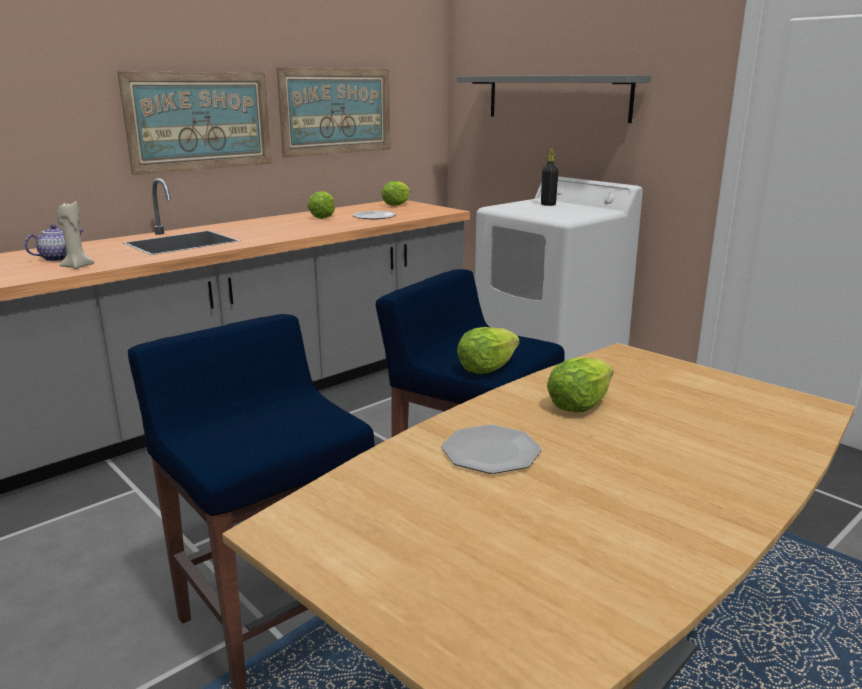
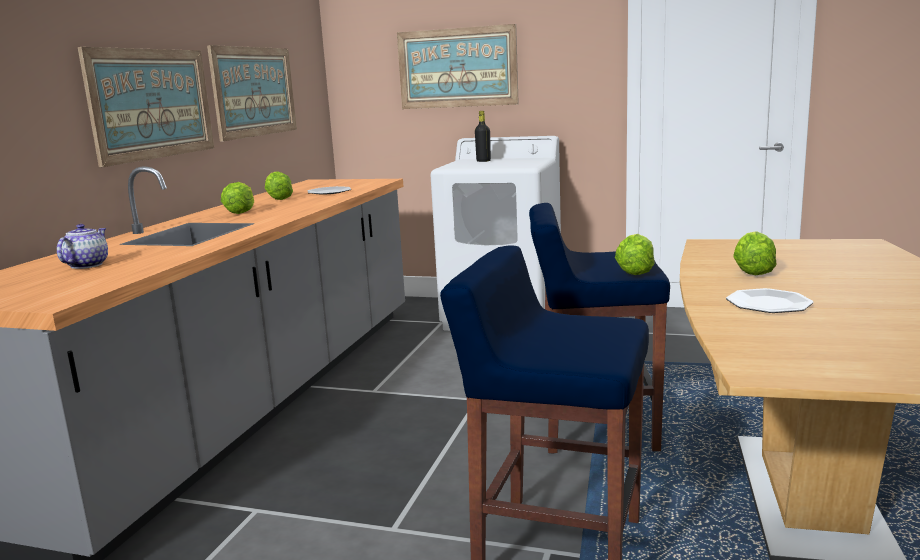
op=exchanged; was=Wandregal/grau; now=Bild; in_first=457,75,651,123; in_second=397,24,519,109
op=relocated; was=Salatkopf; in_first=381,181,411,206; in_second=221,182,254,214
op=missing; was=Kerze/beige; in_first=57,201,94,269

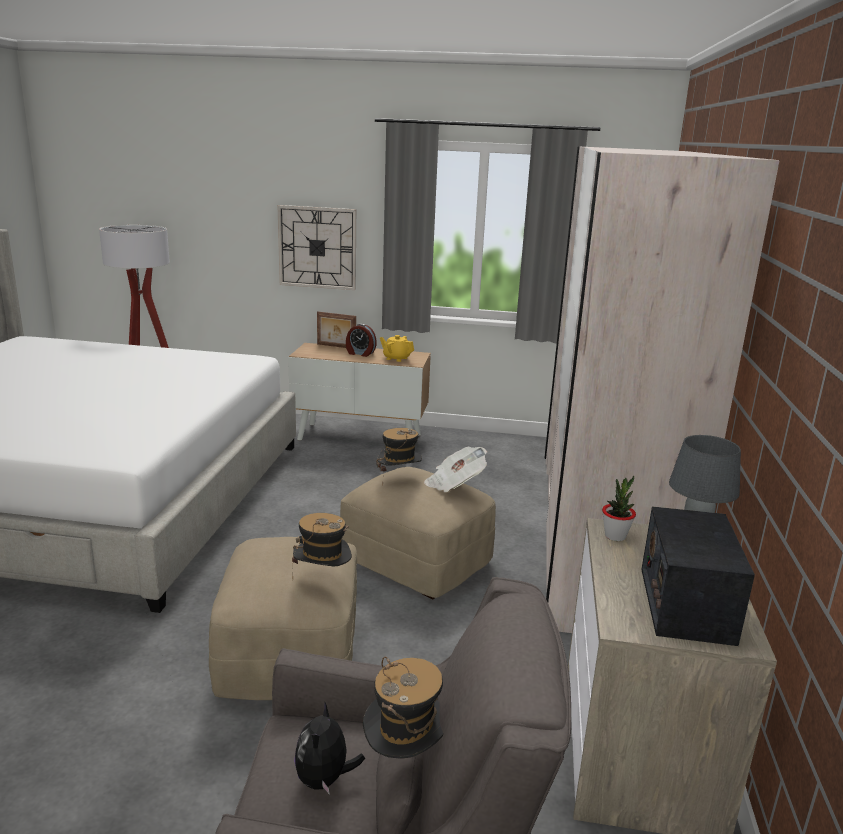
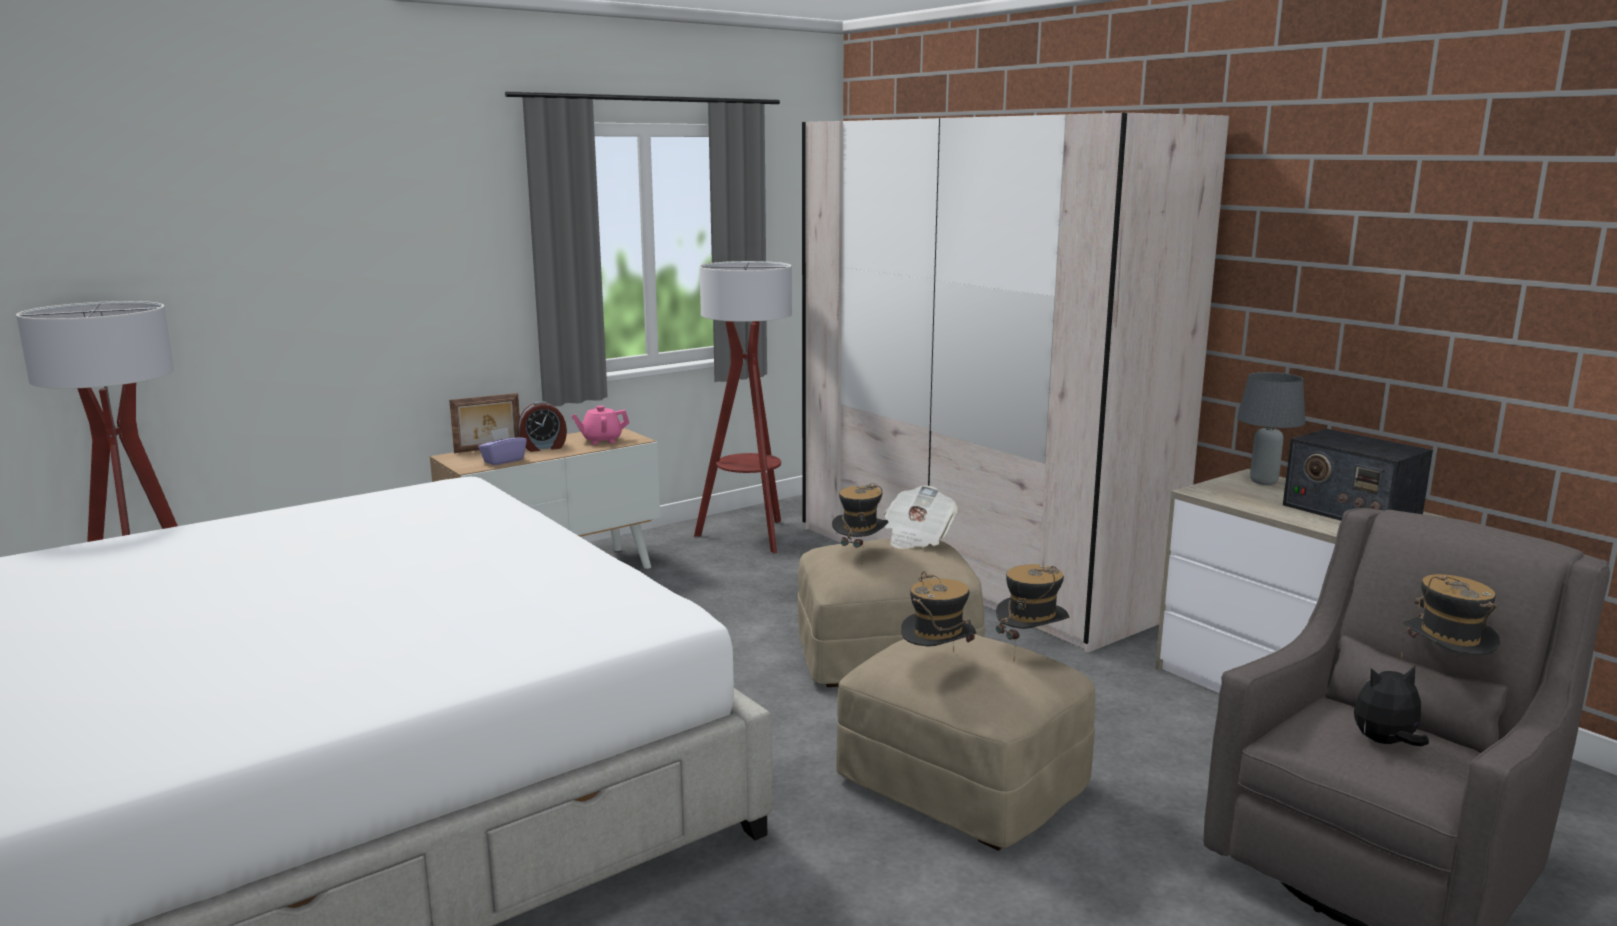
op=missing; was=Wanduhr; in_first=277,205,356,290
op=colour; was=Teekanne/gelb; now=Teekanne/rosa; in_first=380,335,414,362; in_second=571,405,629,445
op=missing; was=Topfpflanze; in_first=602,476,636,541
op=spun; was=Plüschtier; in_first=294,703,365,795; in_second=1354,666,1429,746; clockwise=120
op=appeared; now=Stehlampe; in_second=694,261,792,553
op=appeared; now=Taschentuchbox/lila; in_second=478,427,527,465
op=appeared; now=Hut; in_second=901,571,976,652

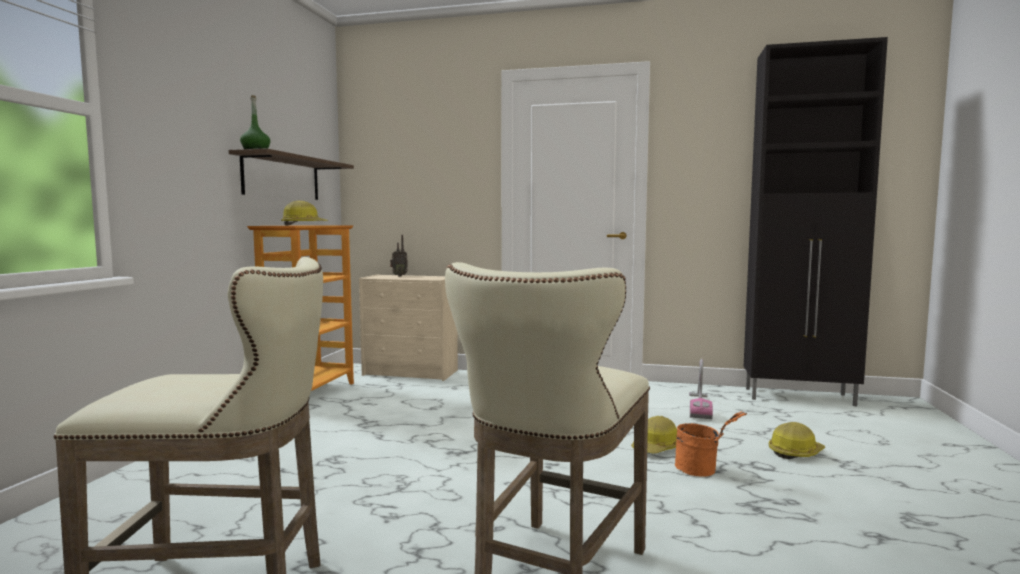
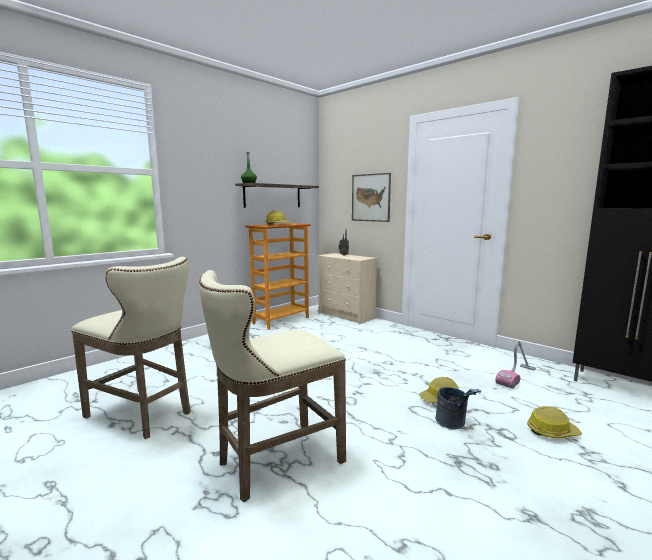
op=colour; was=Eimer/orange; now=Eimer/grau; in_first=675,411,747,477; in_second=435,387,481,429
op=appeared; now=Bild; in_second=352,173,391,222

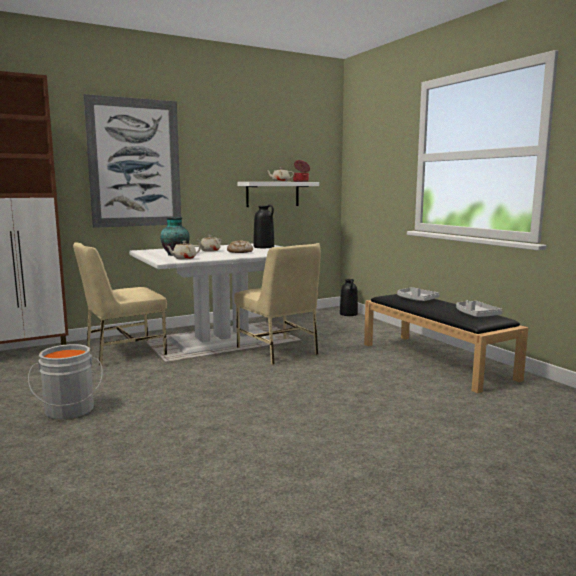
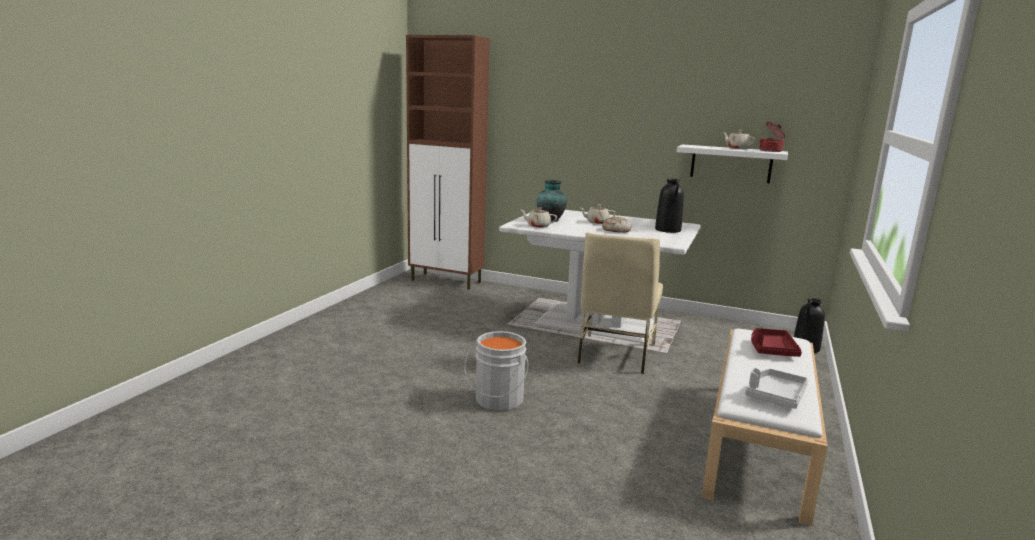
op=missing; was=Bild; in_first=83,94,181,228
op=missing; was=Stuhl/beige; in_first=73,243,167,366
op=colour; was=Tablett/grau; now=Tablett/rot; in_first=397,287,439,301; in_second=751,328,802,357
op=colour; was=Bank/schwarz; now=Bank/weiß; in_first=364,294,528,393; in_second=702,329,828,526
op=relocated; was=Eimer/grau; in_first=28,344,103,419; in_second=465,331,529,411

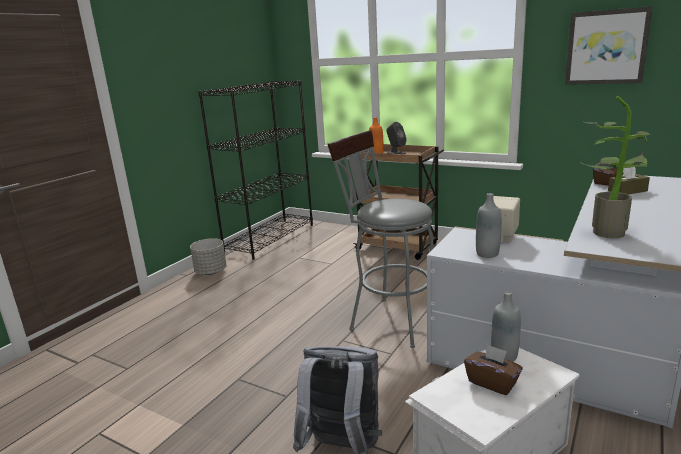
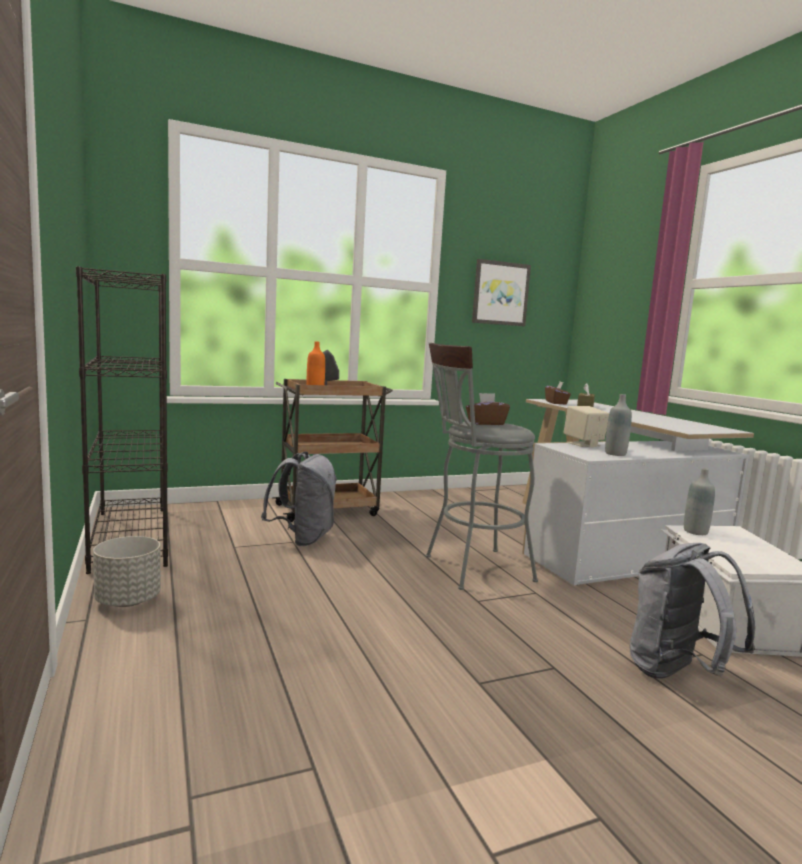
op=missing; was=Topfpflanze; in_first=581,96,654,238
op=relocated; was=Taschentuchbox/braun; in_first=464,344,523,395; in_second=466,393,510,425
op=appeared; now=Rucksack/grau; in_second=261,451,337,546

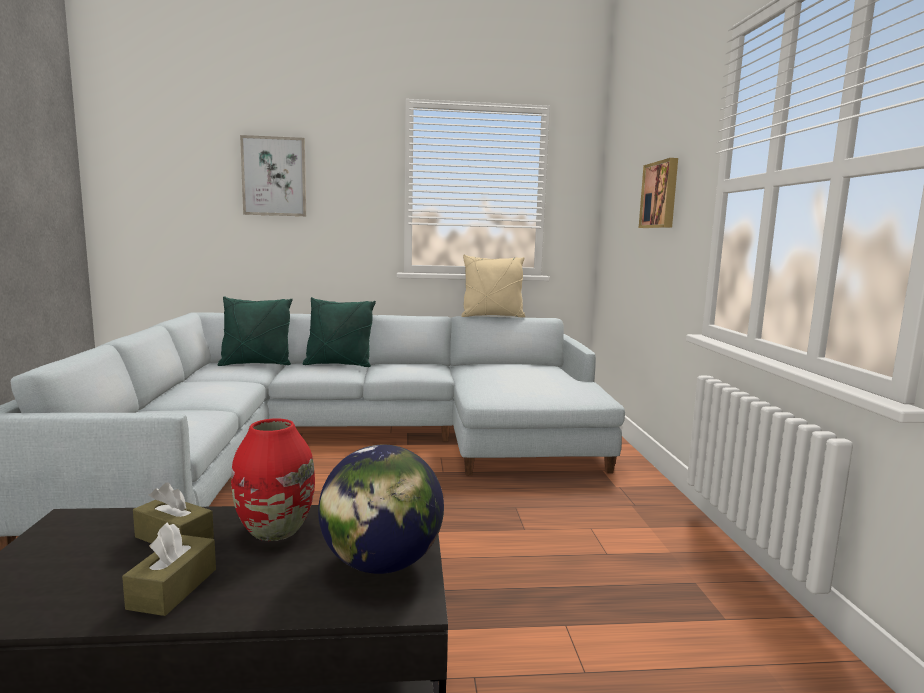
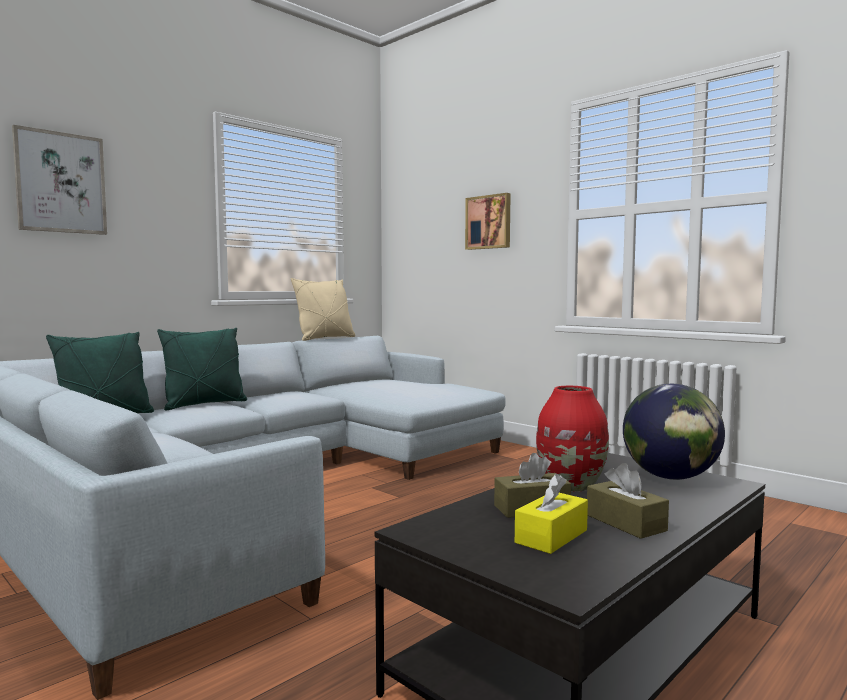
op=appeared; now=Taschentuchbox/gelb; in_second=515,474,588,554

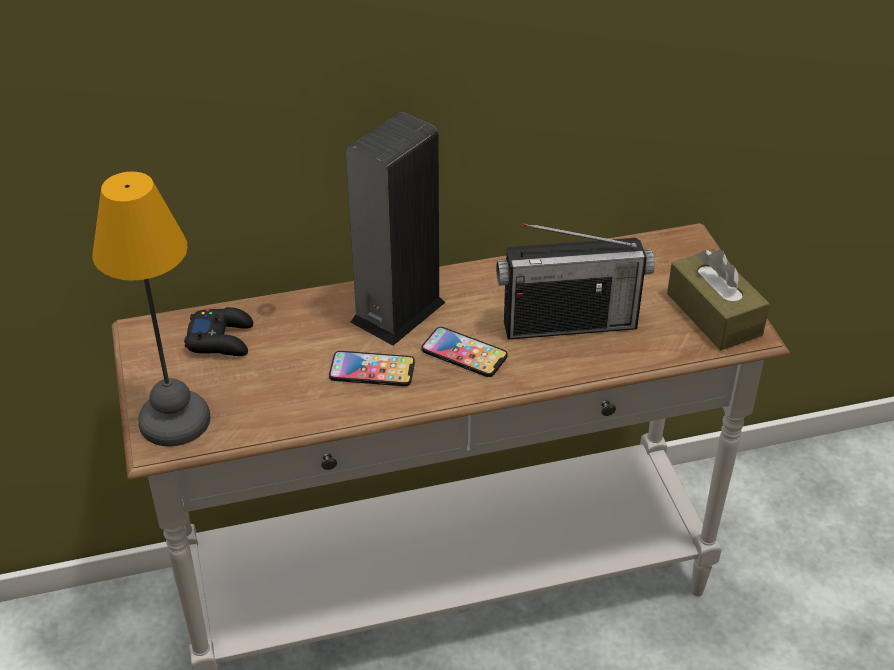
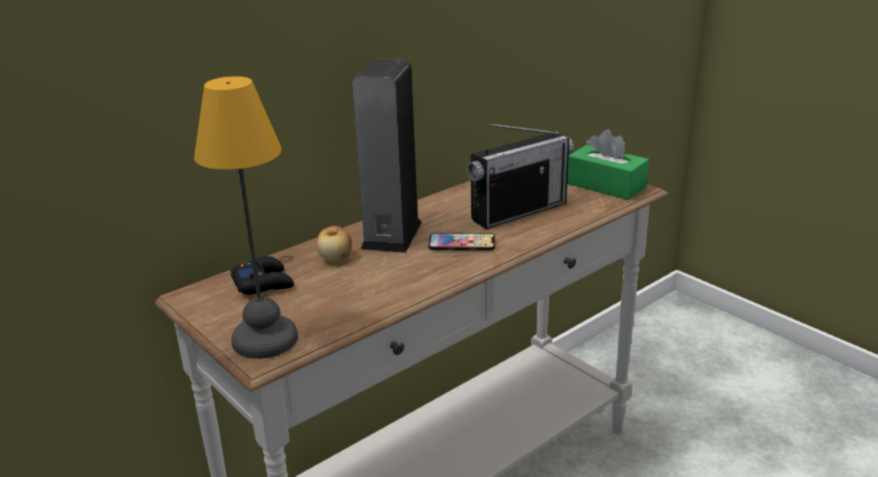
op=colour; was=Taschentuchbox/braun; now=Taschentuchbox/grün; in_first=667,249,770,350; in_second=567,129,649,200
op=missing; was=Handy; in_first=329,351,415,386
op=appeared; now=Apfel; in_second=316,226,352,262

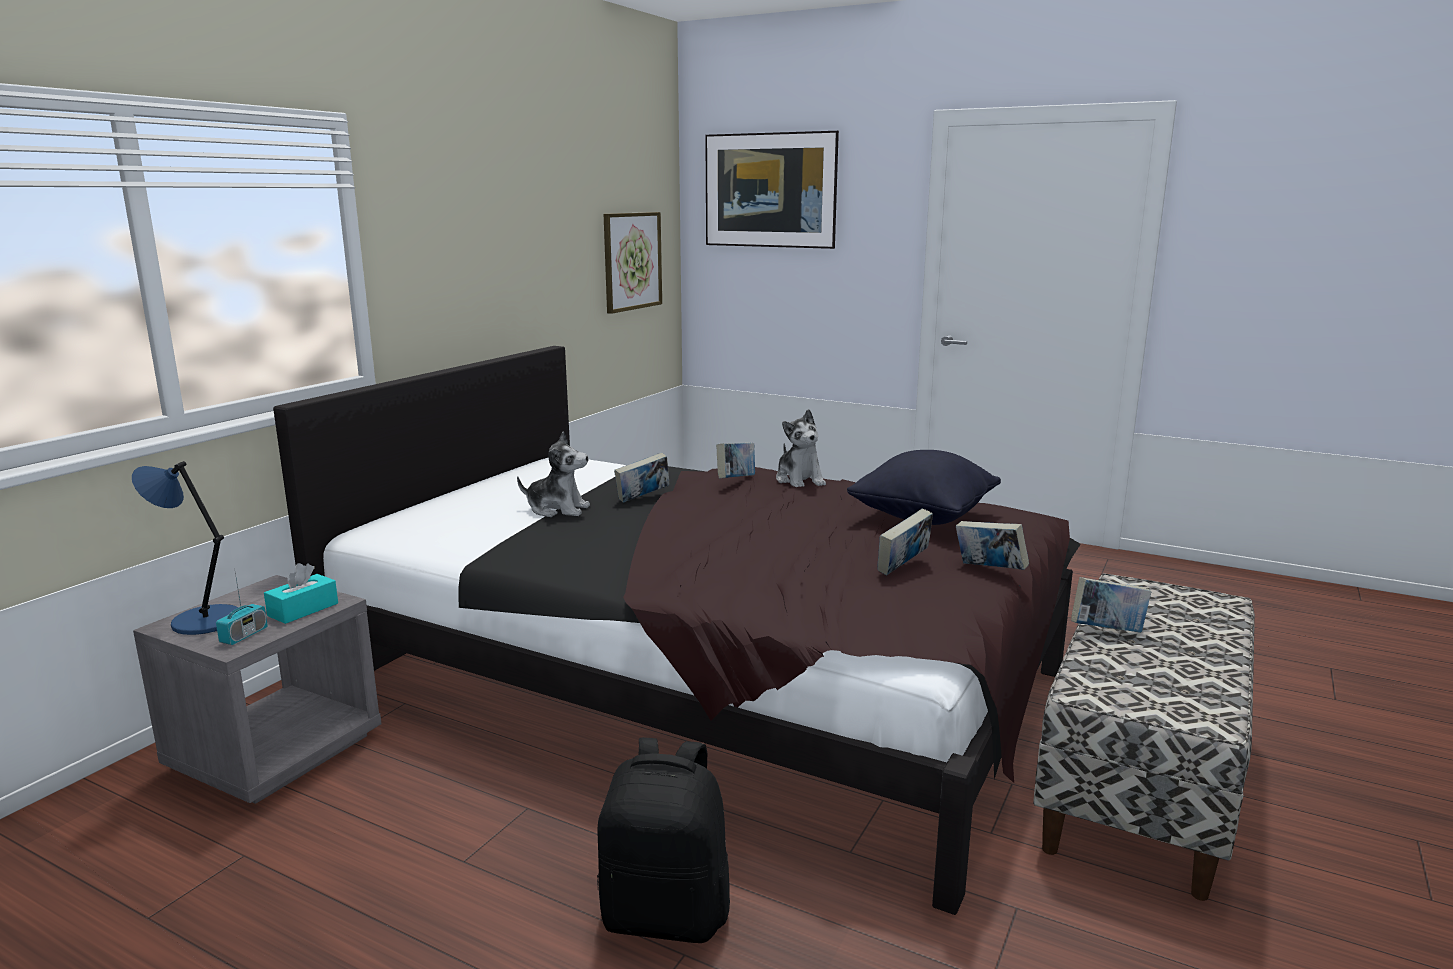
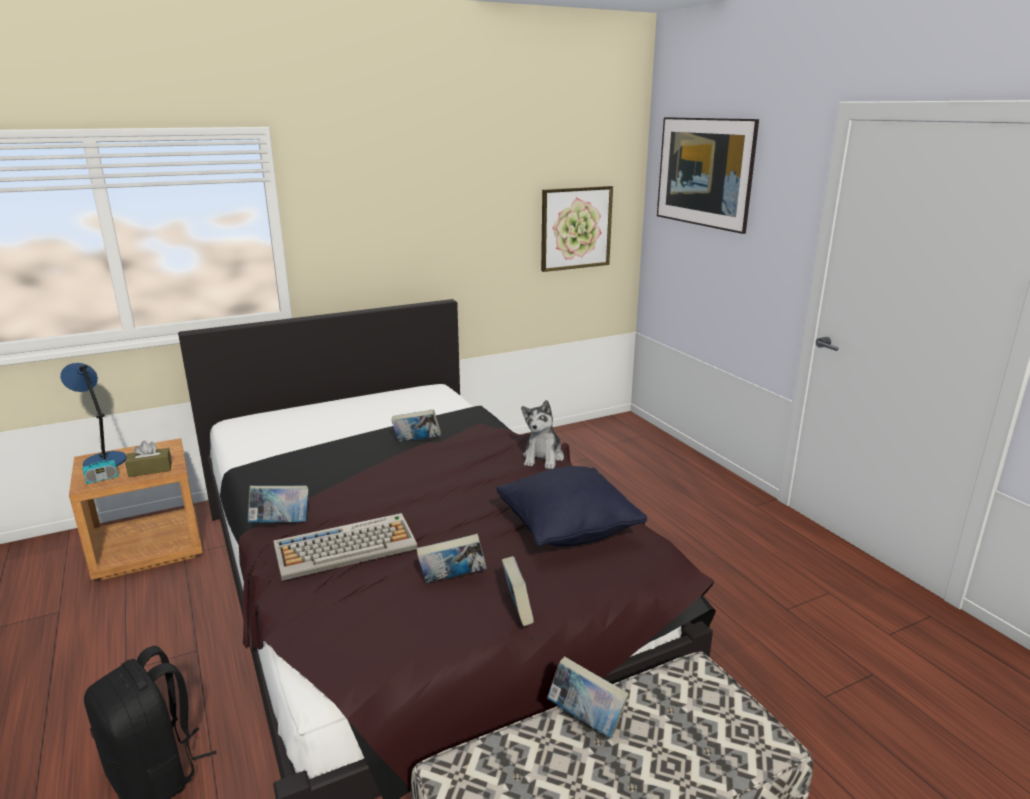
op=missing; was=Plüschtier; in_first=517,432,590,517
op=relocated; was=Buch; in_first=716,443,755,479; in_second=248,486,309,523
op=colour; was=Taschentuchbox/türkis; now=Taschentuchbox/braun; in_first=264,563,338,624; in_second=125,441,172,477
op=colour; was=Nachttisch/grau; now=Nachttisch/braun; in_first=133,575,381,804; in_second=69,438,203,580
op=appeared; now=Tastatur; in_second=273,513,417,581

